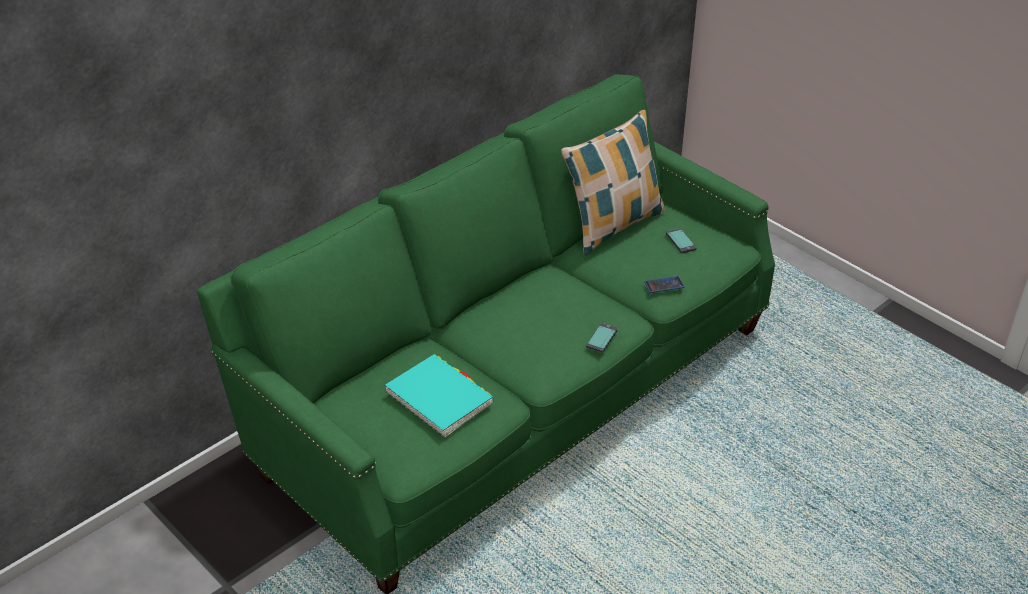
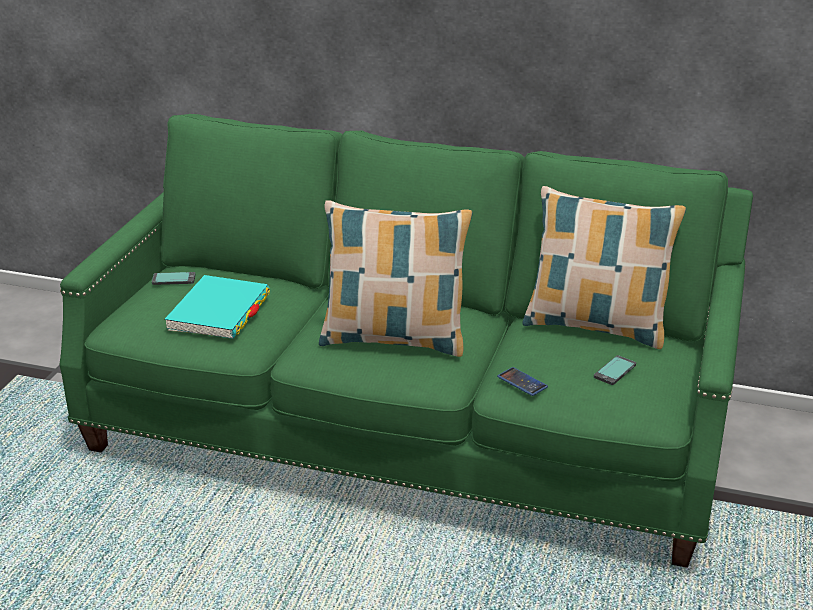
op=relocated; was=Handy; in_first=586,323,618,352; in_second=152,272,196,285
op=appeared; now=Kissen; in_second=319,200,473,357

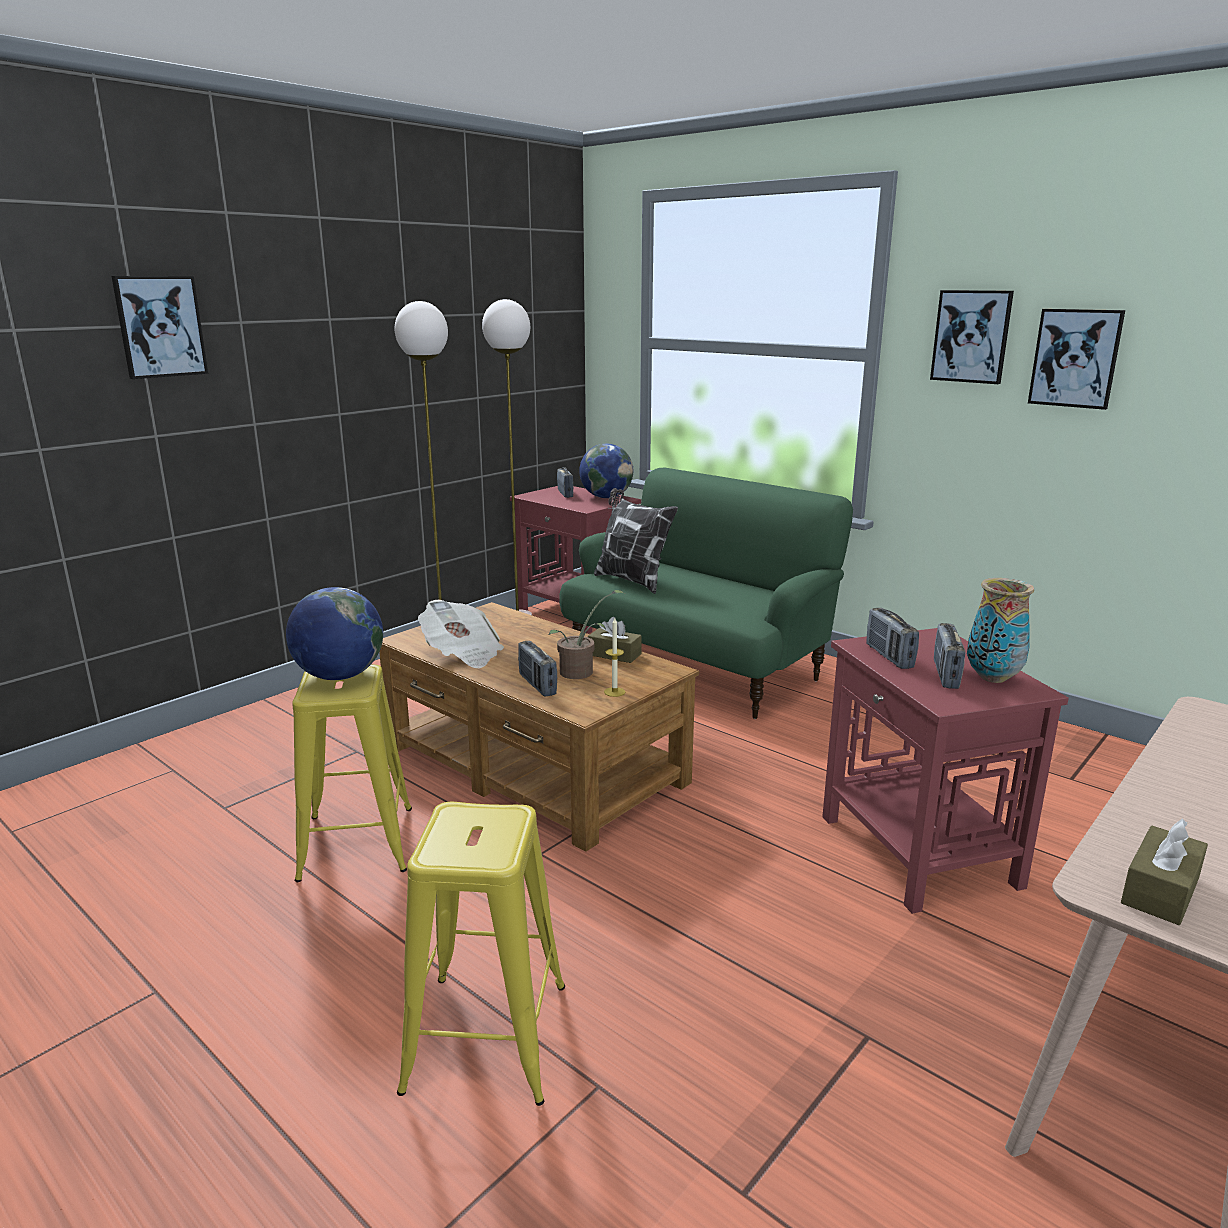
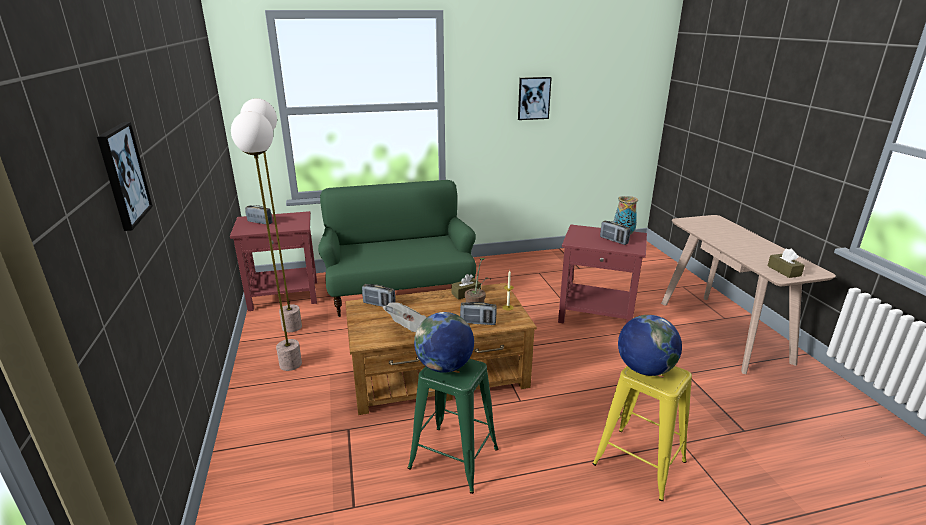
op=missing; was=Bild; in_first=930,290,1014,384
op=relocated; was=Globus; in_first=579,444,633,498; in_second=618,315,682,376
op=missing; was=Kissen; in_first=594,488,678,594
op=relocated; was=Radio; in_first=866,608,919,669; in_second=362,284,395,307
op=colour; was=Hocker/gelb; now=Hocker/grün; in_first=292,665,412,882; in_second=408,359,498,494

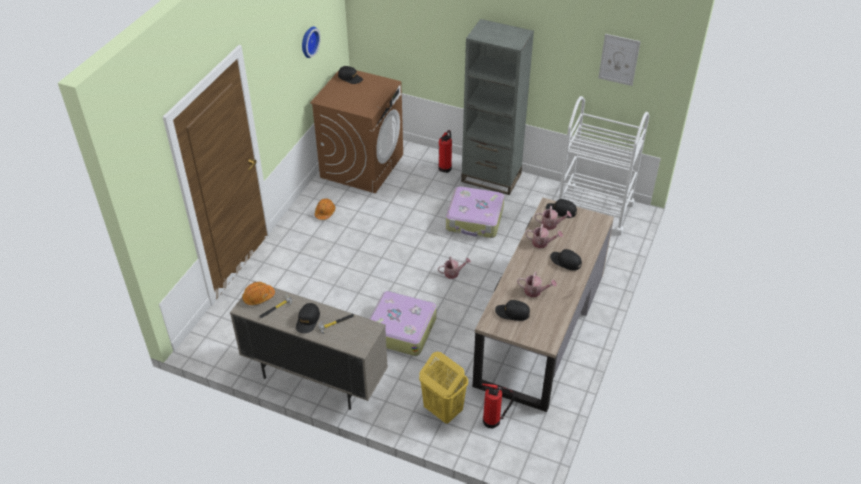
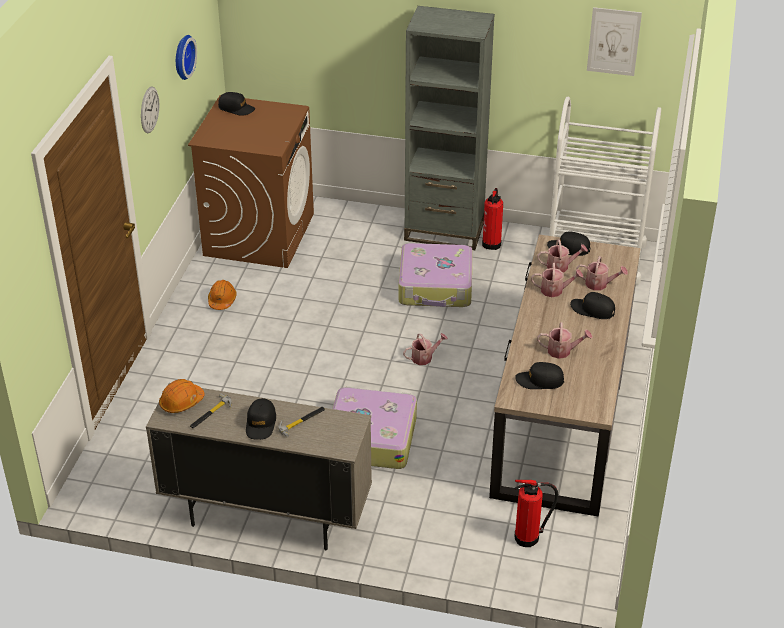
op=relocated; was=Feuerlöscher; in_first=438,130,452,173; in_second=482,188,503,250
op=missing; was=Wäschekorb/gelb; in_first=419,352,468,423
op=appeared; now=Wanduhr; in_second=141,86,159,133
op=appeared; now=Gießkanne; in_second=576,256,628,290

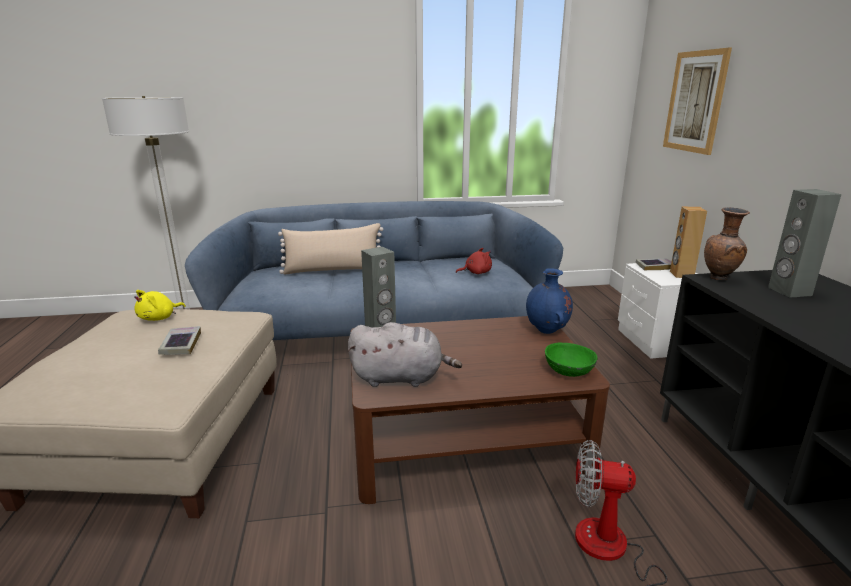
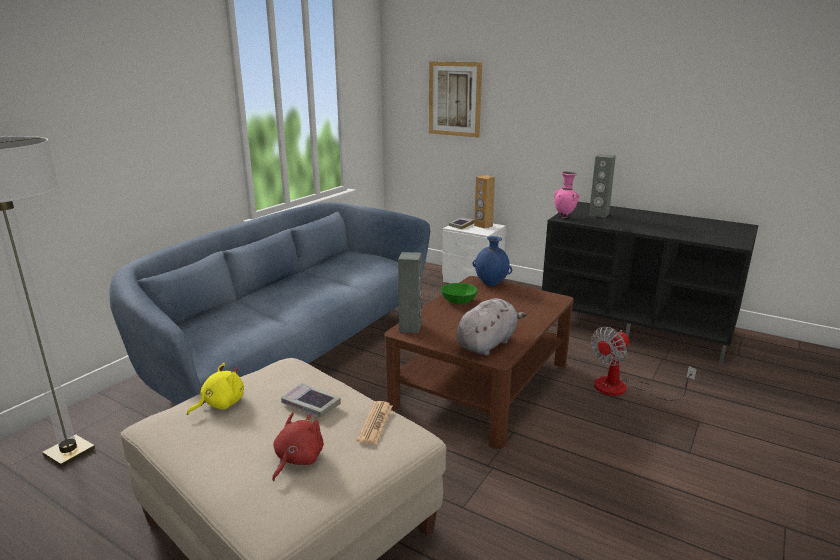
op=colour; was=Vase/braun; now=Vase/rosa; in_first=704,207,750,281; in_second=554,172,579,218
op=missing; was=Kissen/beige; in_first=278,223,383,274
op=relocated; was=Plüschtier/rot; in_first=456,248,492,274; in_second=272,412,324,481
op=spun; was=Plüschtier/gelb; in_first=134,290,186,321; in_second=187,363,244,415; clockwise=-120
op=relocated; was=Schüssel/grün; in_first=545,343,597,377; in_second=441,283,477,304
op=appeared; now=Zeitung; in_second=357,401,392,445

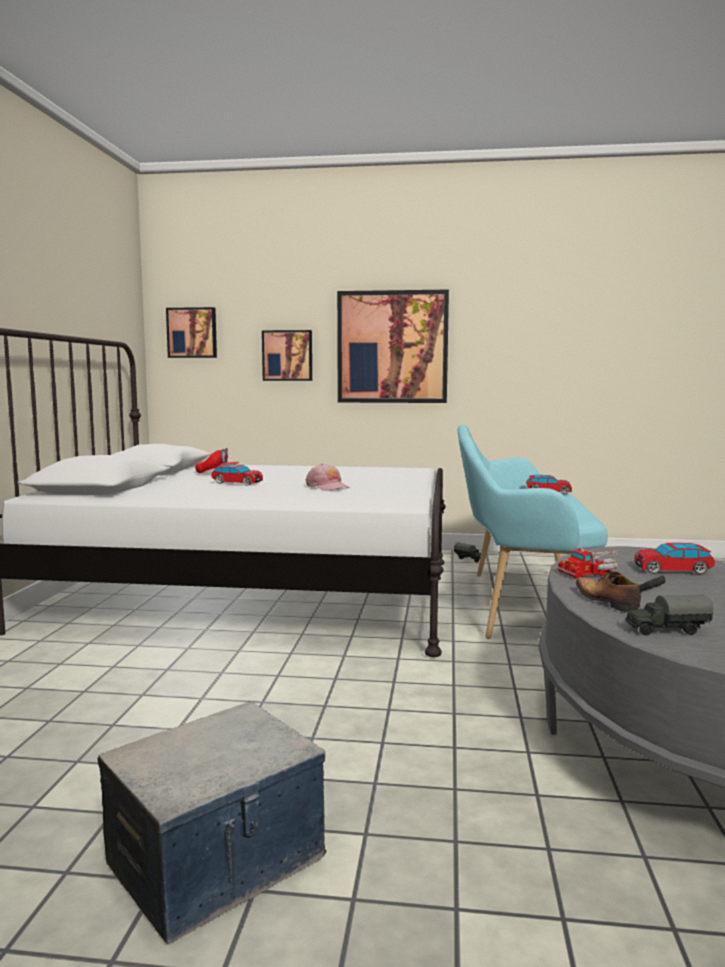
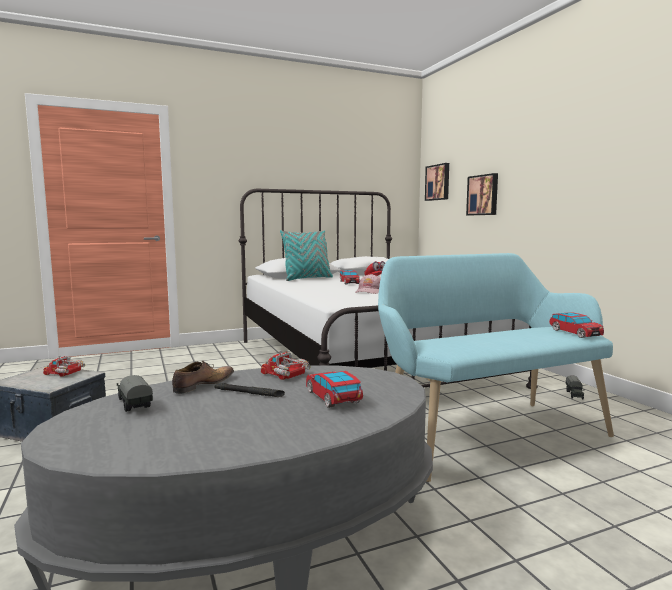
op=missing; was=Bild; in_first=337,289,449,403
op=appeared; now=Kissen/türkis; in_second=280,230,333,281
op=appeared; now=Spielzeuglaster; in_second=43,356,85,377

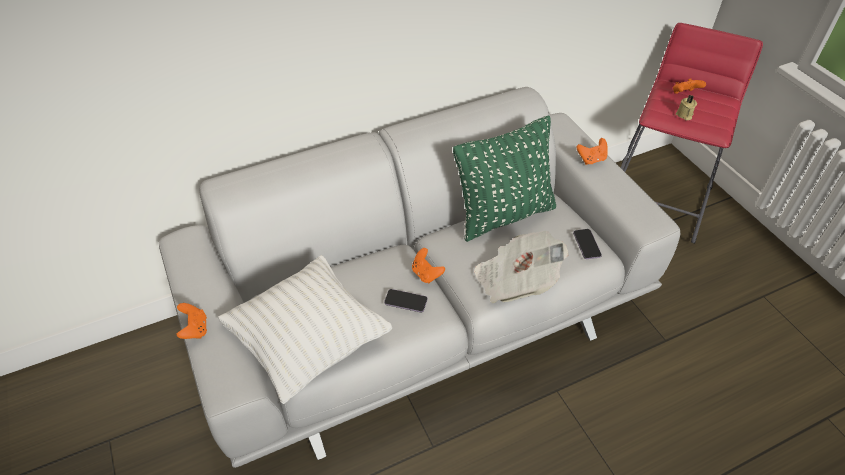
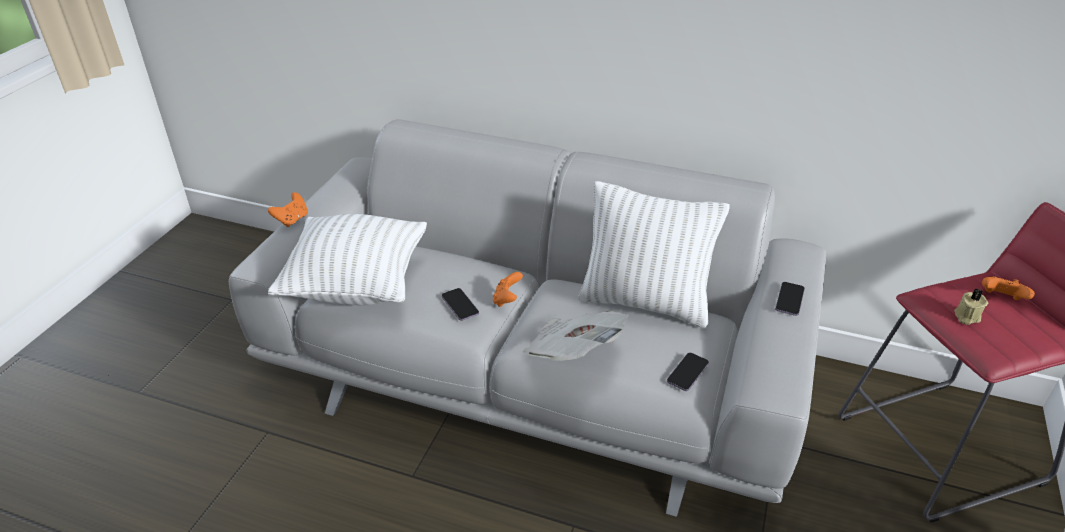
op=colour; was=Kissen/grün; now=Kissen/weiß; in_first=453,116,556,242; in_second=578,181,730,328
op=exchanged; was=Gamepad/orange; now=Handy; in_first=577,138,608,165; in_second=775,282,805,316

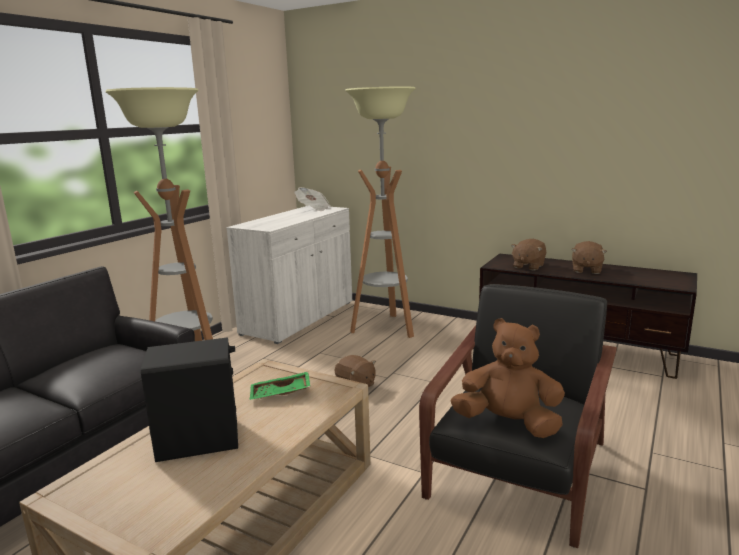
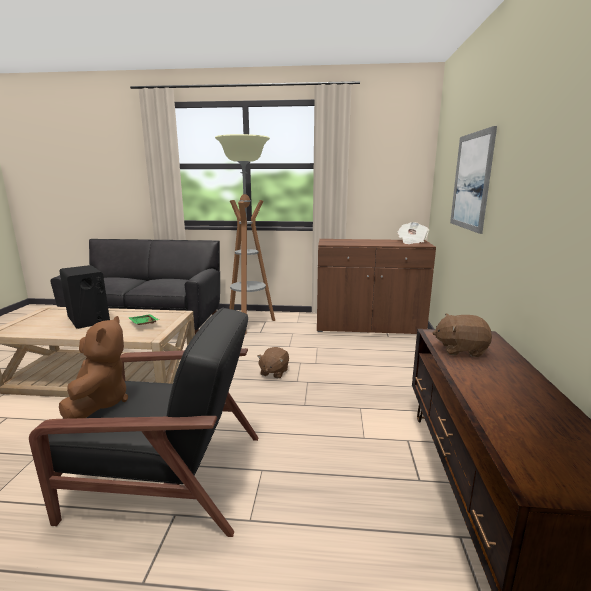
op=missing; was=Stehlampe; in_first=345,86,416,338
op=colour; was=Schrank/weiß; now=Schrank/braun; in_first=226,206,352,344; in_second=317,239,436,334
op=missing; was=Plüschtier/braun; in_first=571,241,607,274
op=appeared; now=Bild; in_second=450,126,497,234

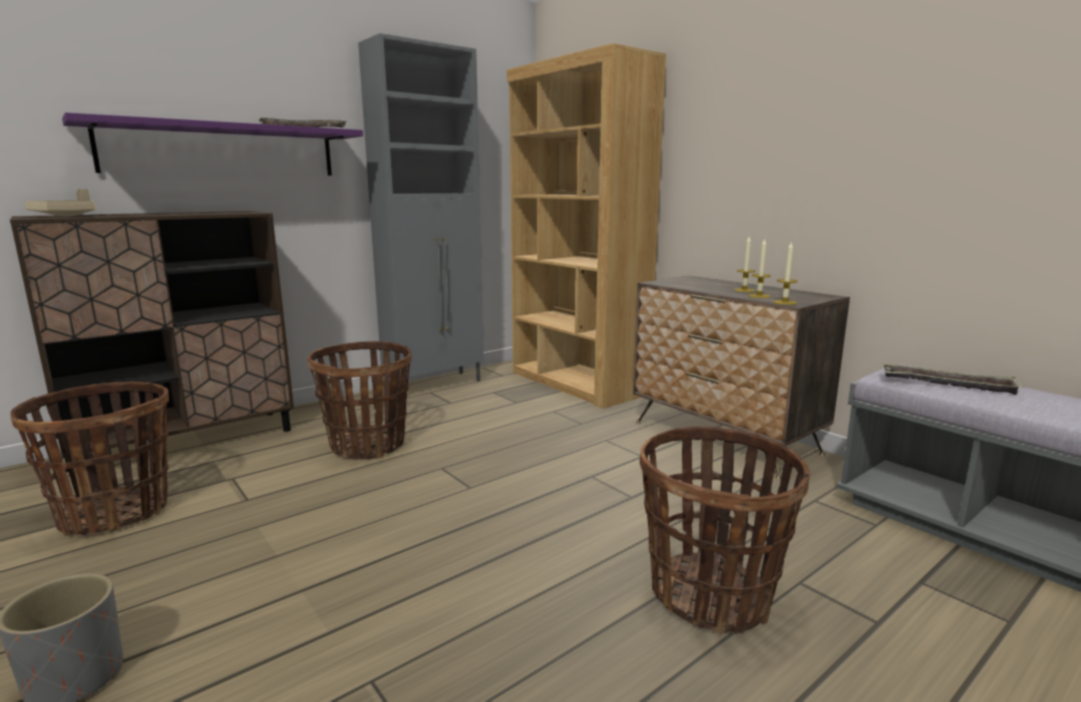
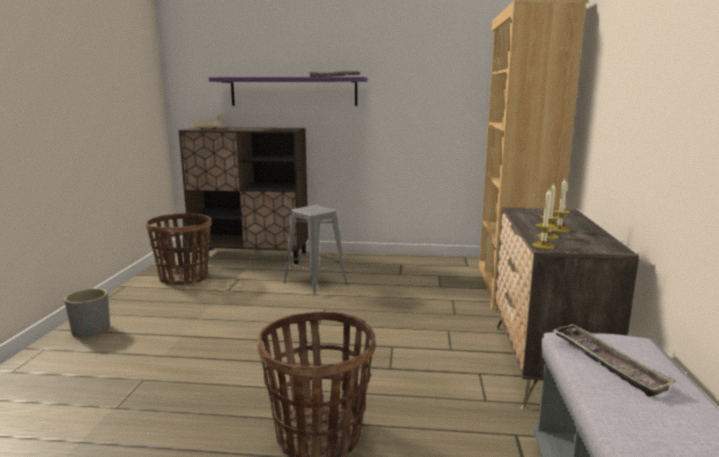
op=missing; was=Schrank/grau; in_first=358,33,484,382
op=exchanged; was=Korb; now=Hocker/grau; in_first=308,341,412,460; in_second=283,205,348,296

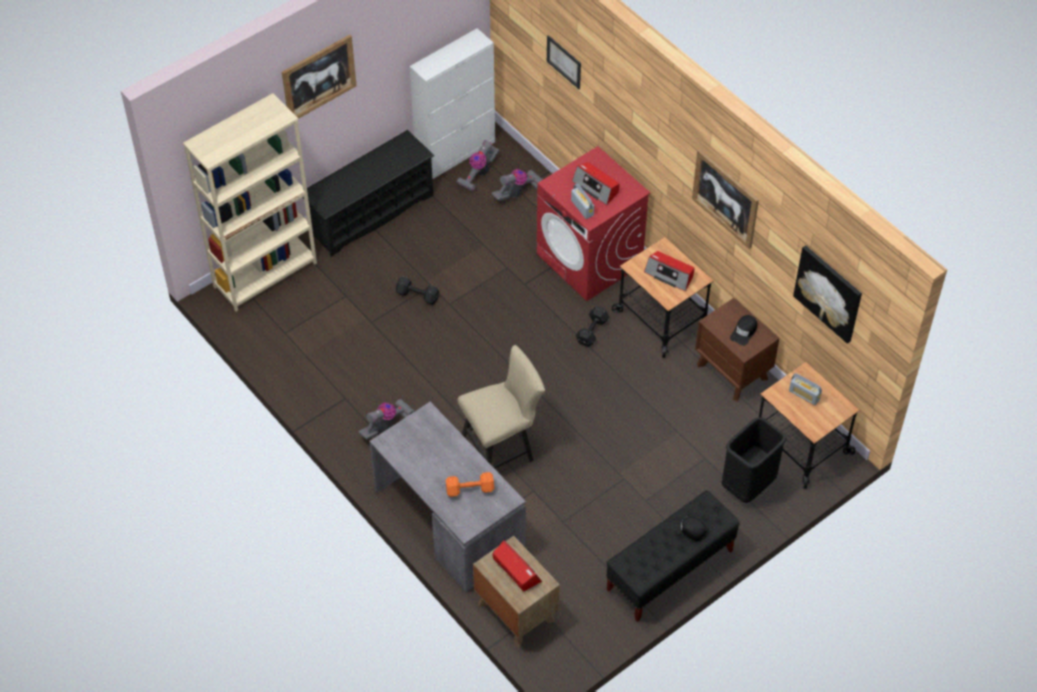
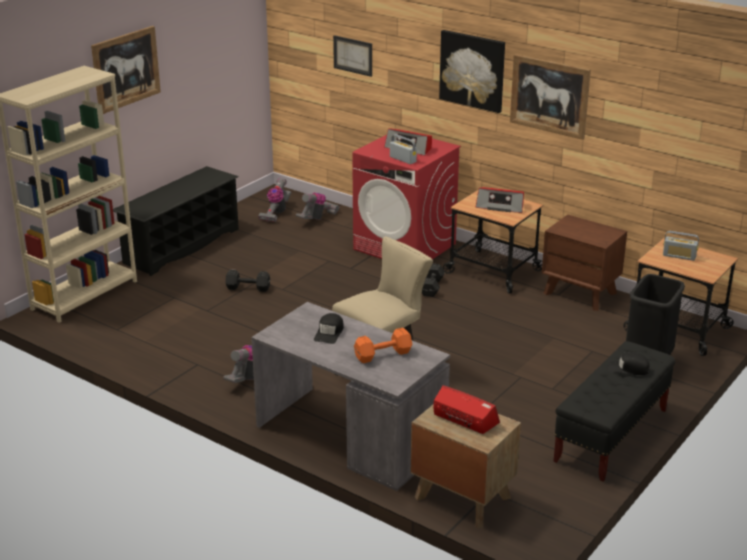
op=missing; was=Schrank/weiß; in_first=410,28,495,179
op=relocated; was=Bild; in_first=793,245,862,344; in_second=439,30,505,113
op=relocated; was=Kappe/schwarz; in_first=730,315,757,346; in_second=314,313,344,344

